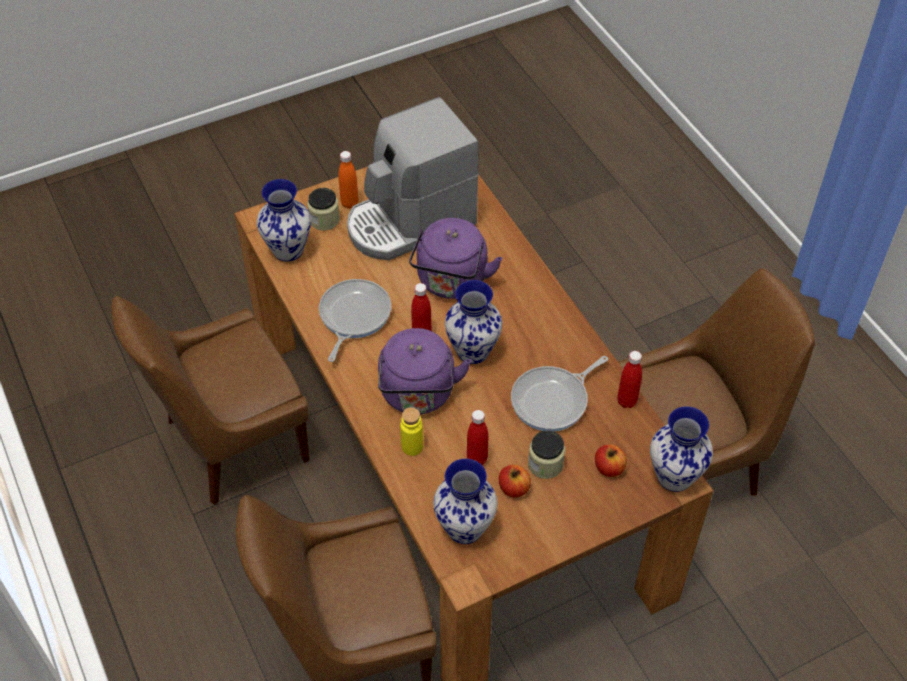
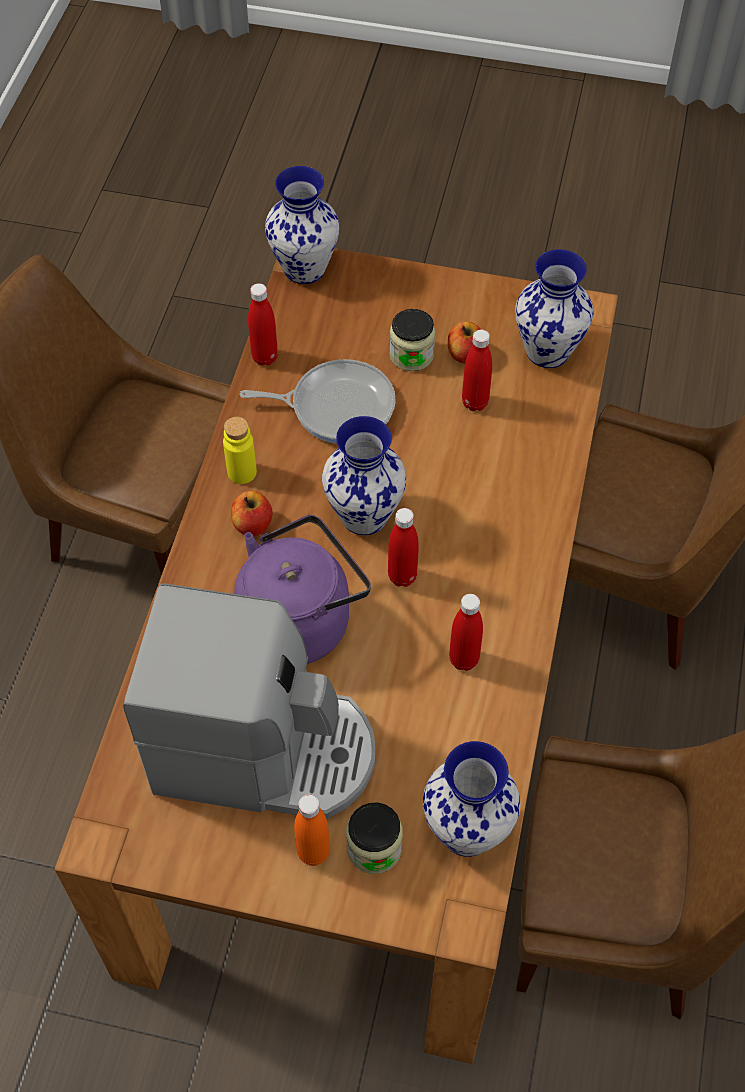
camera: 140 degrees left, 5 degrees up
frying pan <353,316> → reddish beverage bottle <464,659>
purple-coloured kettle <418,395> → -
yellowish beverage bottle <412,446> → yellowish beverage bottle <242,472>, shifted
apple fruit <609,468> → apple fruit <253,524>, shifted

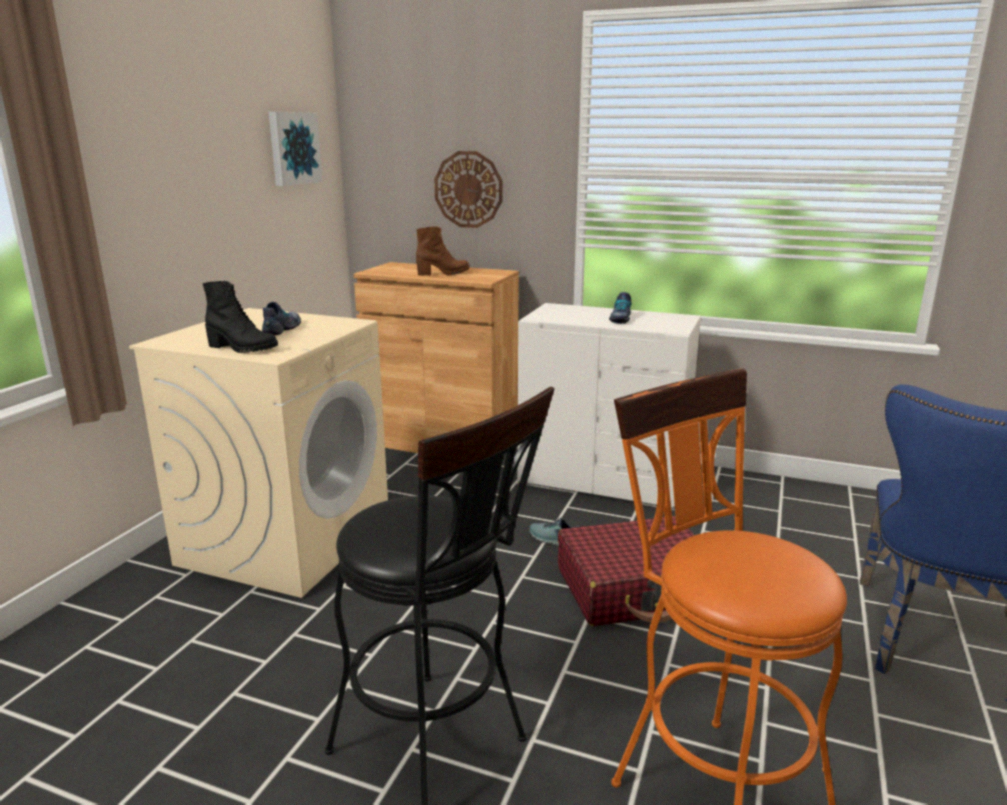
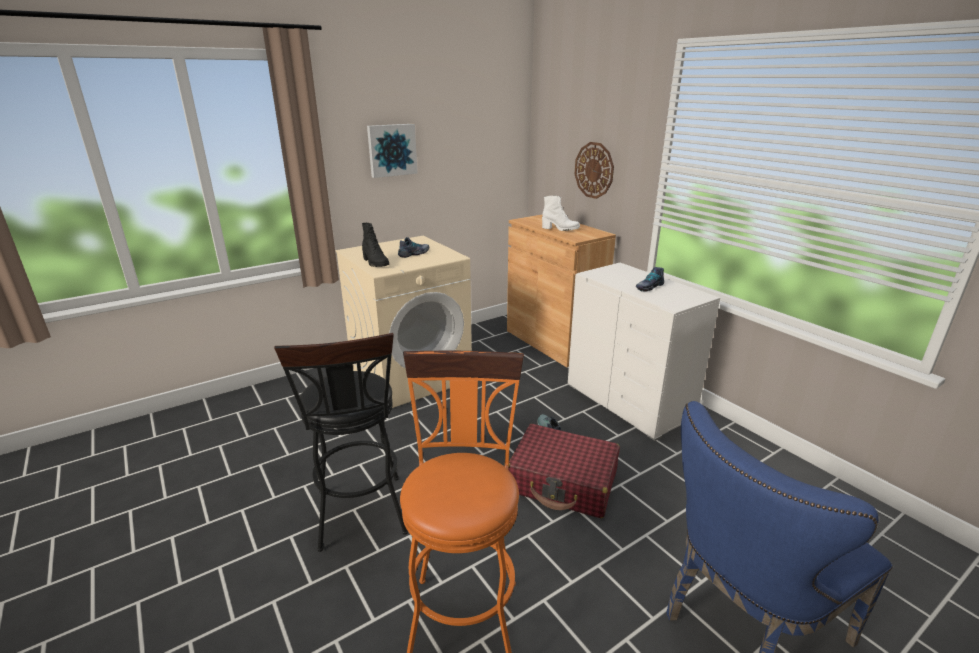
camera: 35 degrees right, 5 degrees up
wall picture <293,148> → wall picture <391,150>, shifted
brown-coloured boot <443,274> → white-coloured boot <560,229>

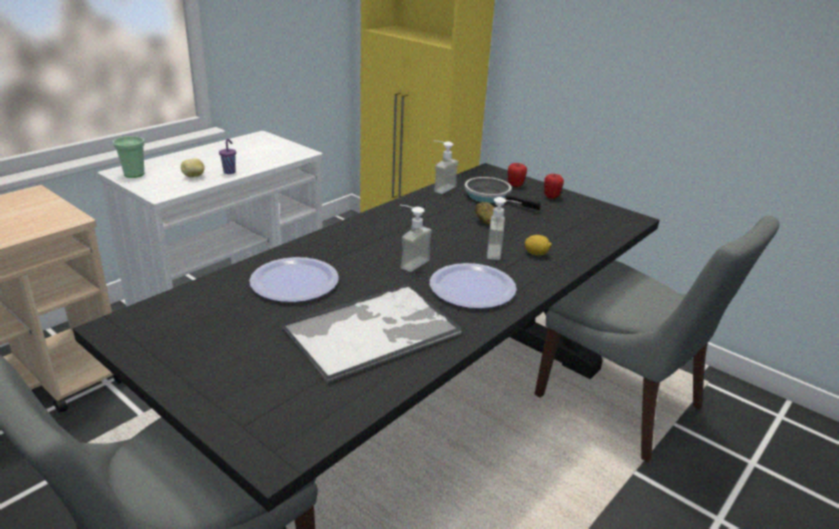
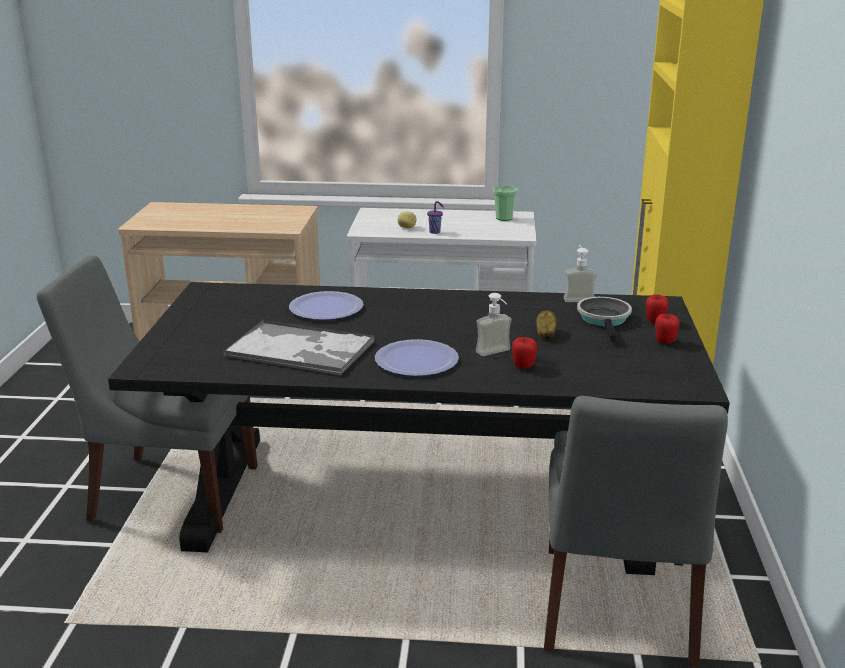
camera: 55 degrees right, 5 degrees down
drinking cup <134,174> → drinking cup <504,218>, shifted
soap bottle <409,262> → -
citrus fruit <536,254> → apple fruit <523,366>

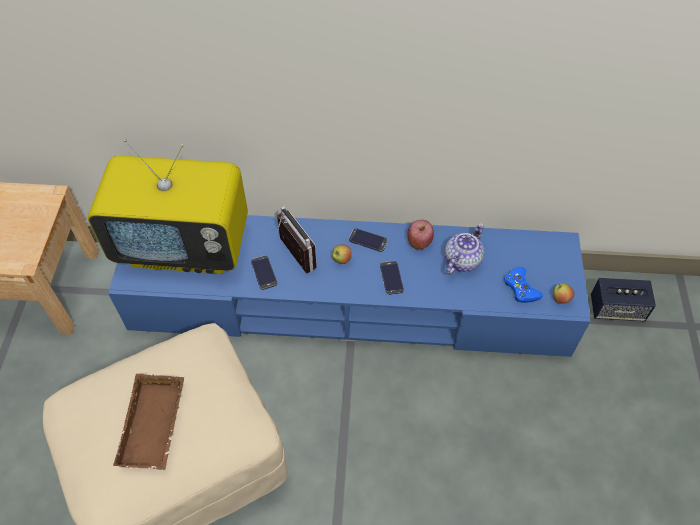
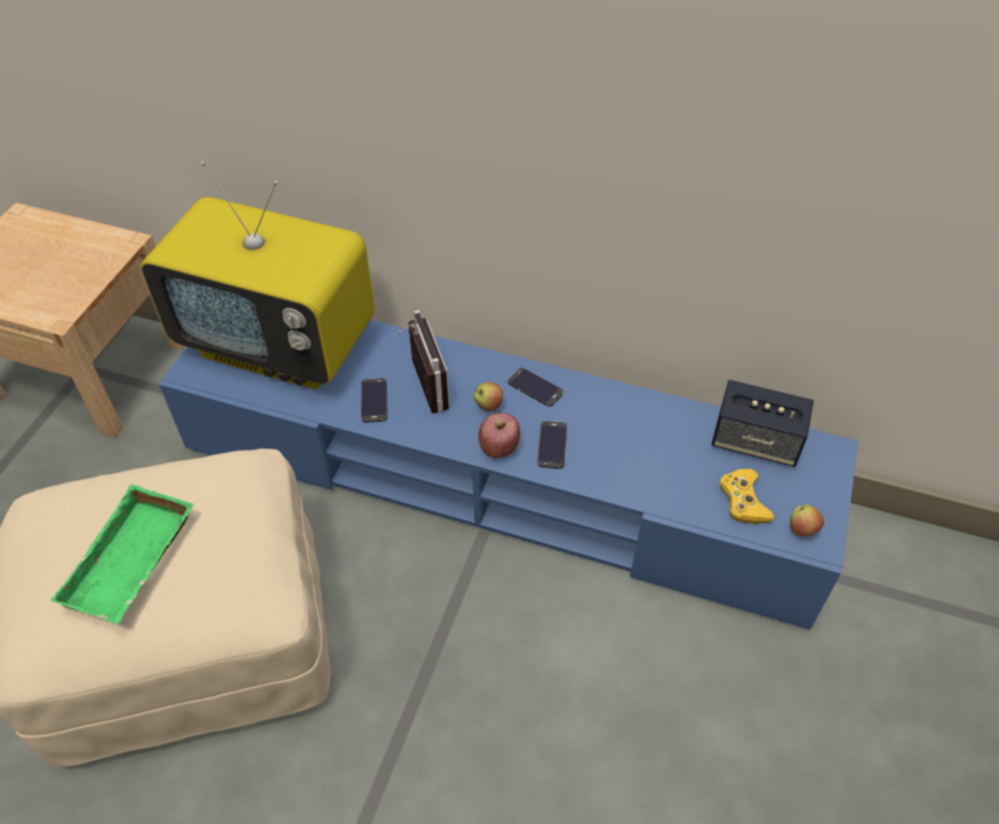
camera: 15 degrees right, 5 degrees down
brown-coloured tray <155,426> → green-coloured tray <133,563>
apple fruit <419,242> → apple fruit <499,448>, shifted
teapot <462,260> → -
bluish game controller <521,288> → yellowish game controller <743,500>
audio speaker <616,309> → audio speaker <755,441>, shifted

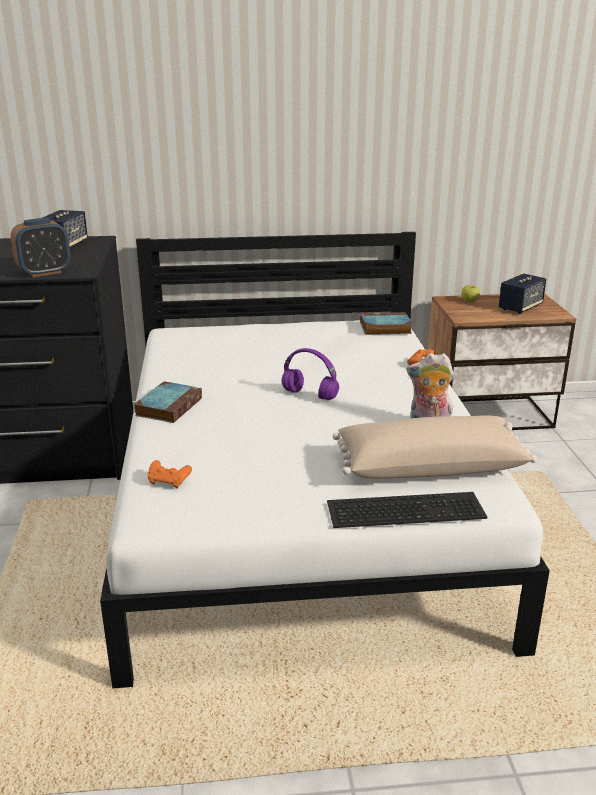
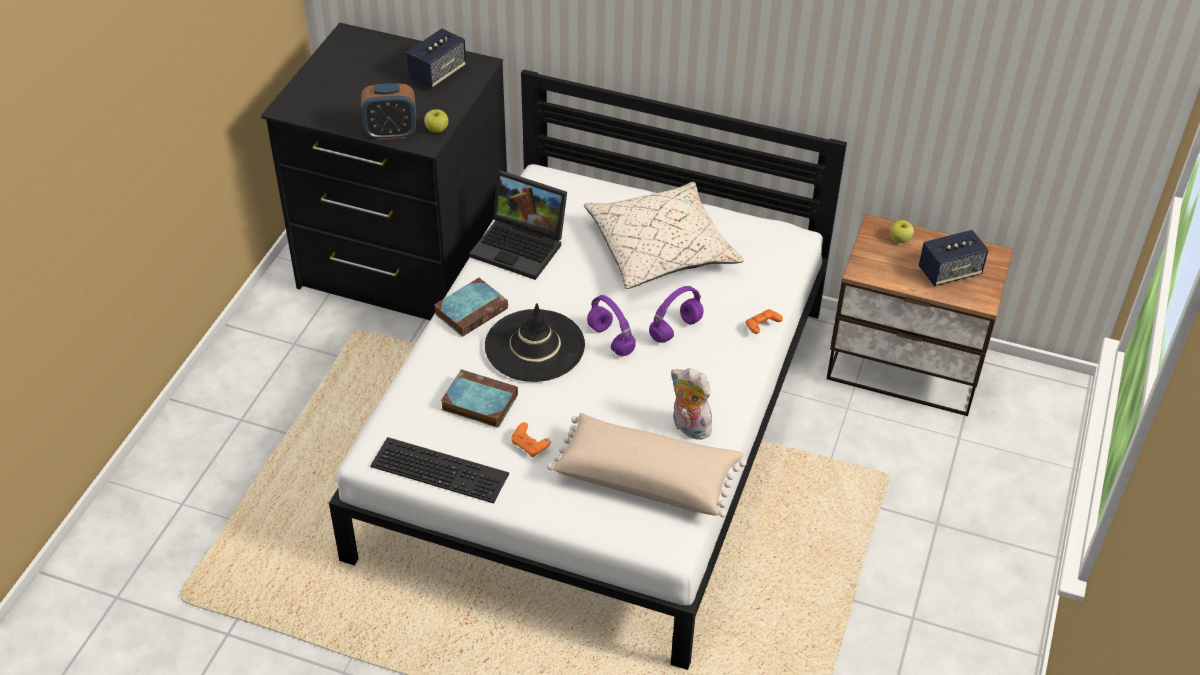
camera: 25 degrees right, 20 degrees up
orange-coloured game controller <169,482> → orange-coloured game controller <530,446>, shifted
computer keyboard <406,508> → computer keyboard <442,468>, shifted
bound book <384,328> → bound book <478,402>, shifted
- → apple fruit <437,129>
- → laptop <521,246>
- → black-coloured hat <534,346>
- → beige-coloured pillow <661,249>
- → purple-coloured pair of headphones <675,330>

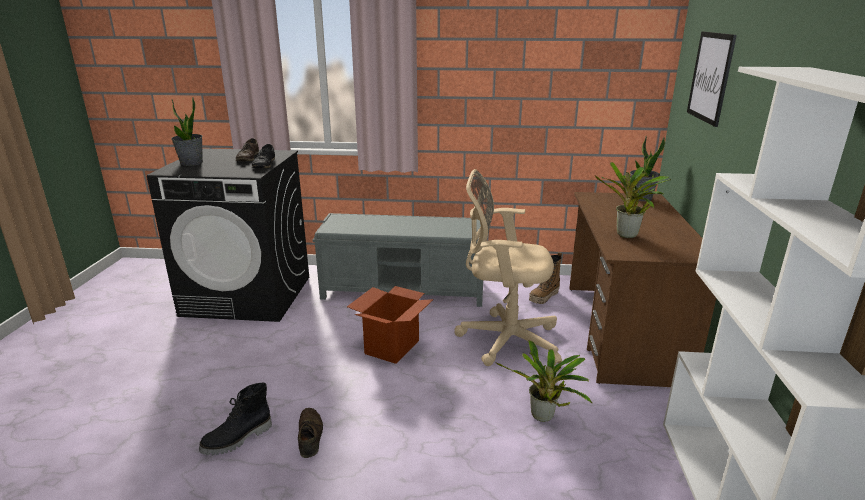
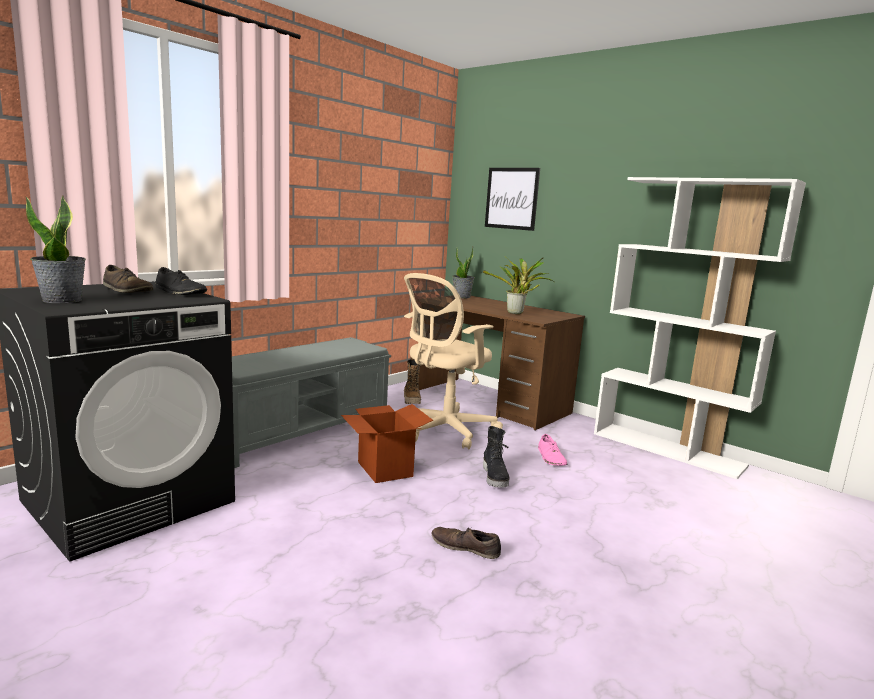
camera: 55 degrees left, 10 degrees down
black-coloured boot <238,439> → black-coloured boot <495,477>, shifted
potted plant <543,418> → pink item of footwear <551,458>

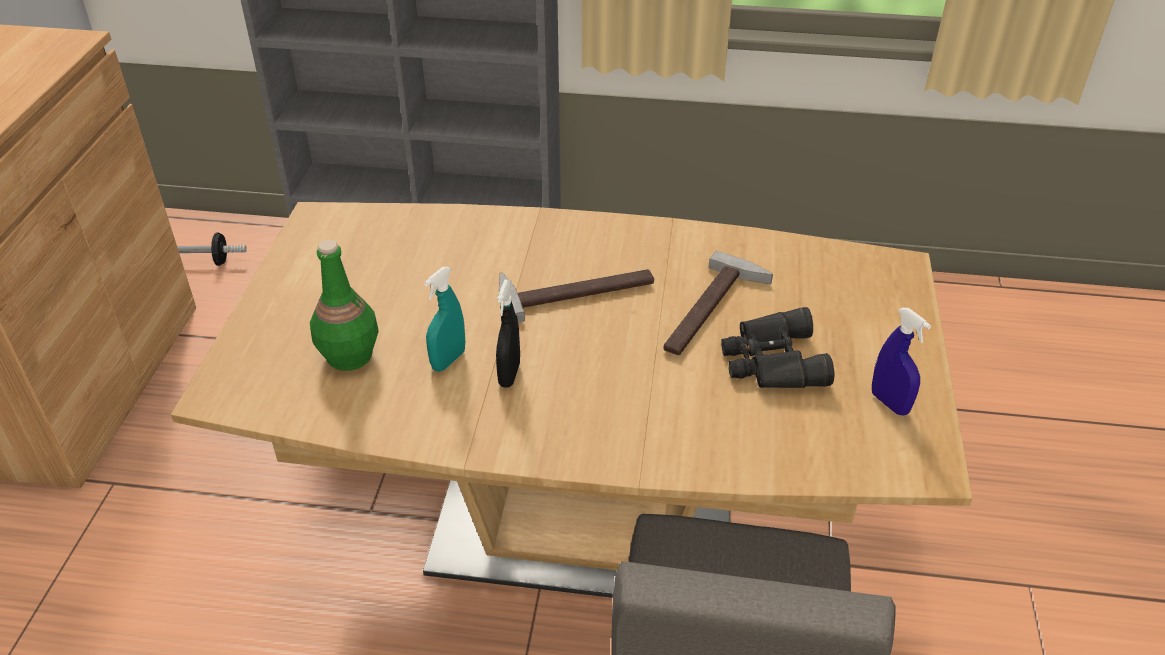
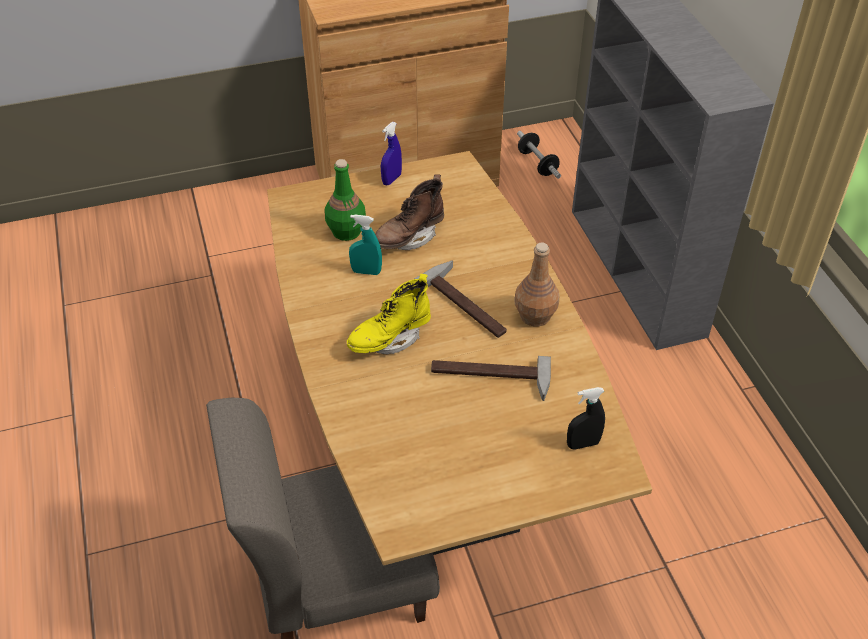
camera: 65 degrees right, 5 degrees up
black-coloured sprayer <509,374> → black-coloured sprayer <583,444>, shifted
black-coloured pair of binoculars <771,361> → -
bluish sprayer <889,403> → bluish sprayer <391,179>, shifted
- → yellowish boot <390,338>
- → brown-coloured boot <409,237>
- → brown-coloured beverage bottle <535,316>

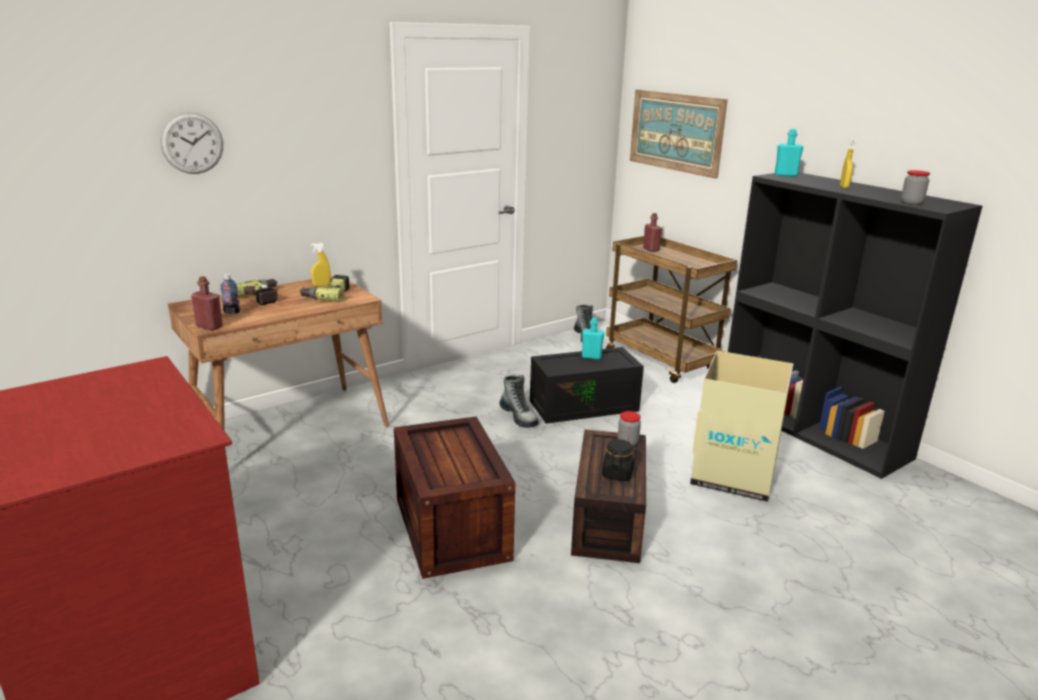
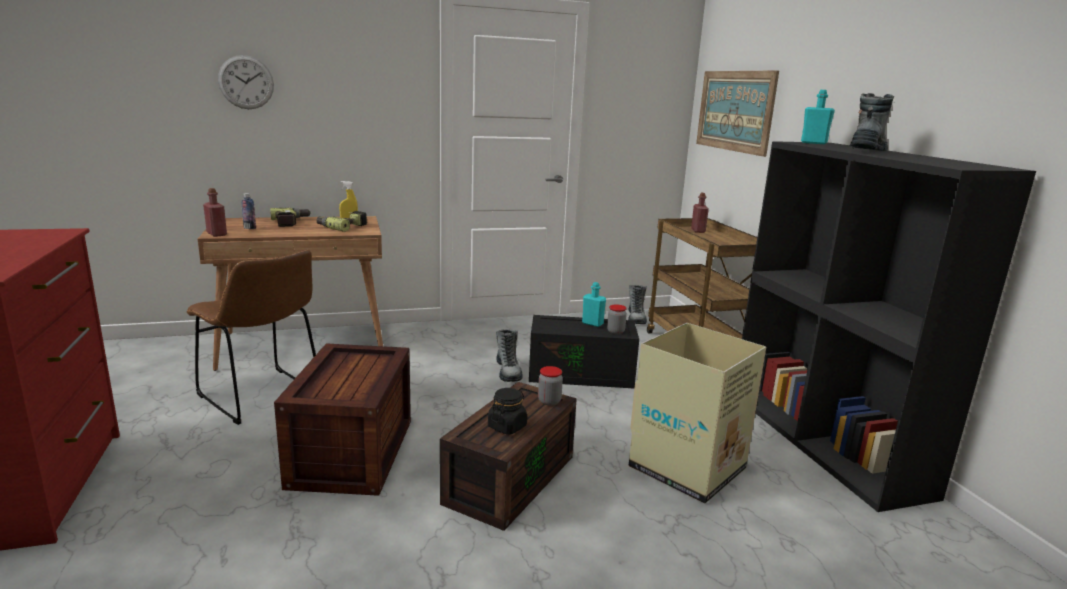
camera: 20 degrees right, 5 degrees down
yellowish sprayer <844,187> → boot <867,151>
preserve jar <911,203> → preserve jar <615,331>, shifted
- → brown-coloured upright chair <263,397>

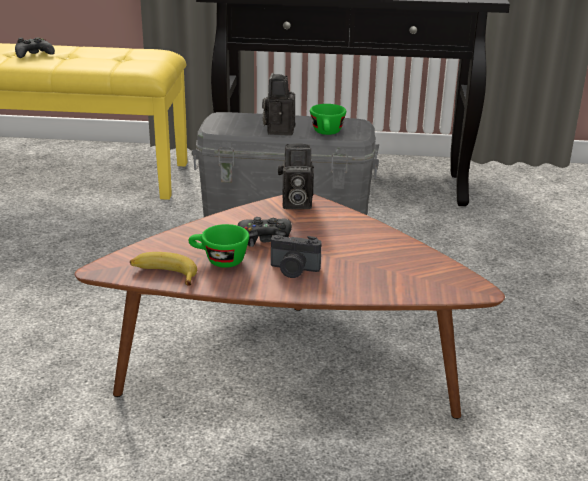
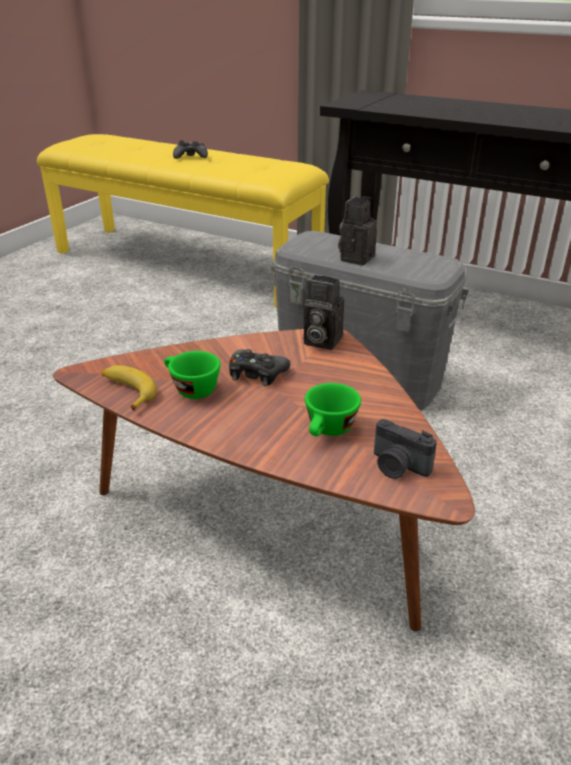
camera: 25 degrees right, 5 degrees up
still camera <294,270> → still camera <397,467>, shifted
green-coloured drinking cup <327,133> → green-coloured drinking cup <328,431>, shifted

